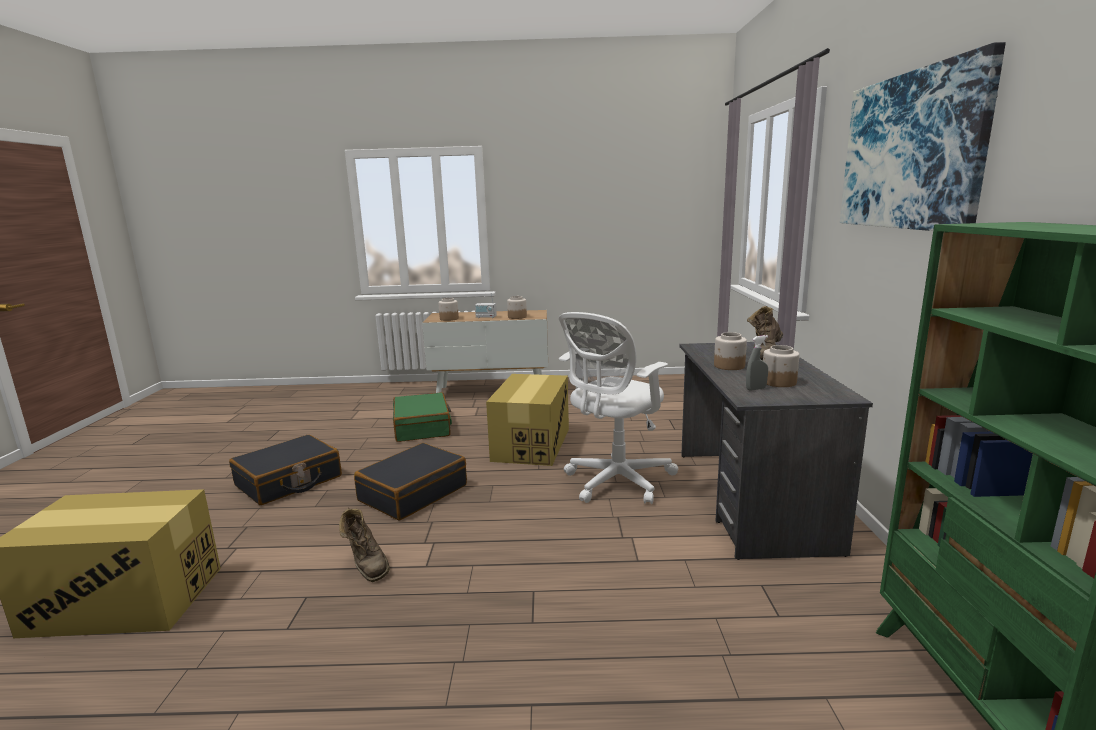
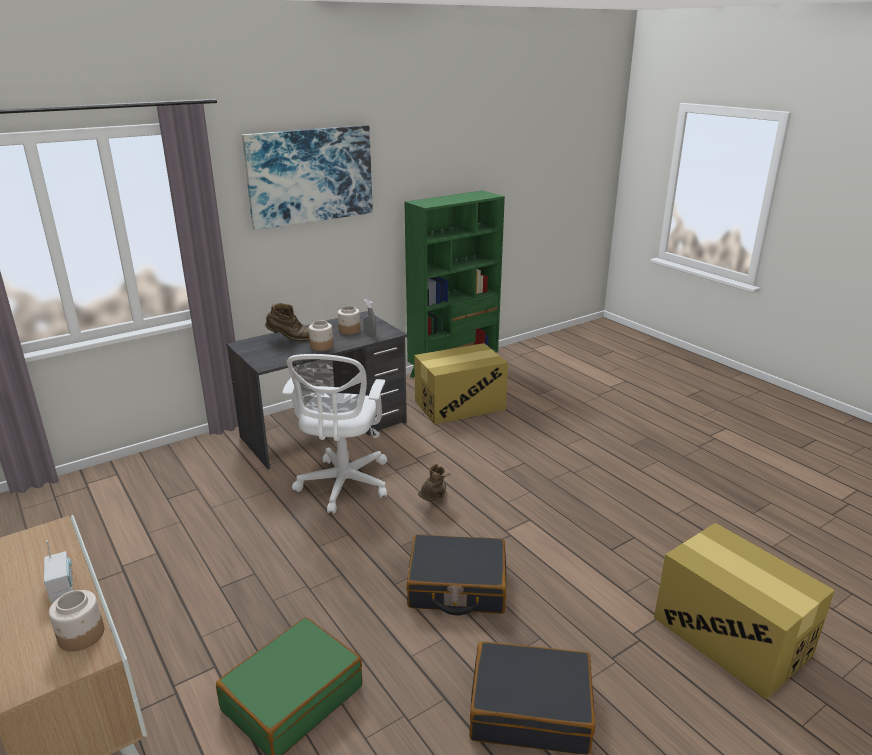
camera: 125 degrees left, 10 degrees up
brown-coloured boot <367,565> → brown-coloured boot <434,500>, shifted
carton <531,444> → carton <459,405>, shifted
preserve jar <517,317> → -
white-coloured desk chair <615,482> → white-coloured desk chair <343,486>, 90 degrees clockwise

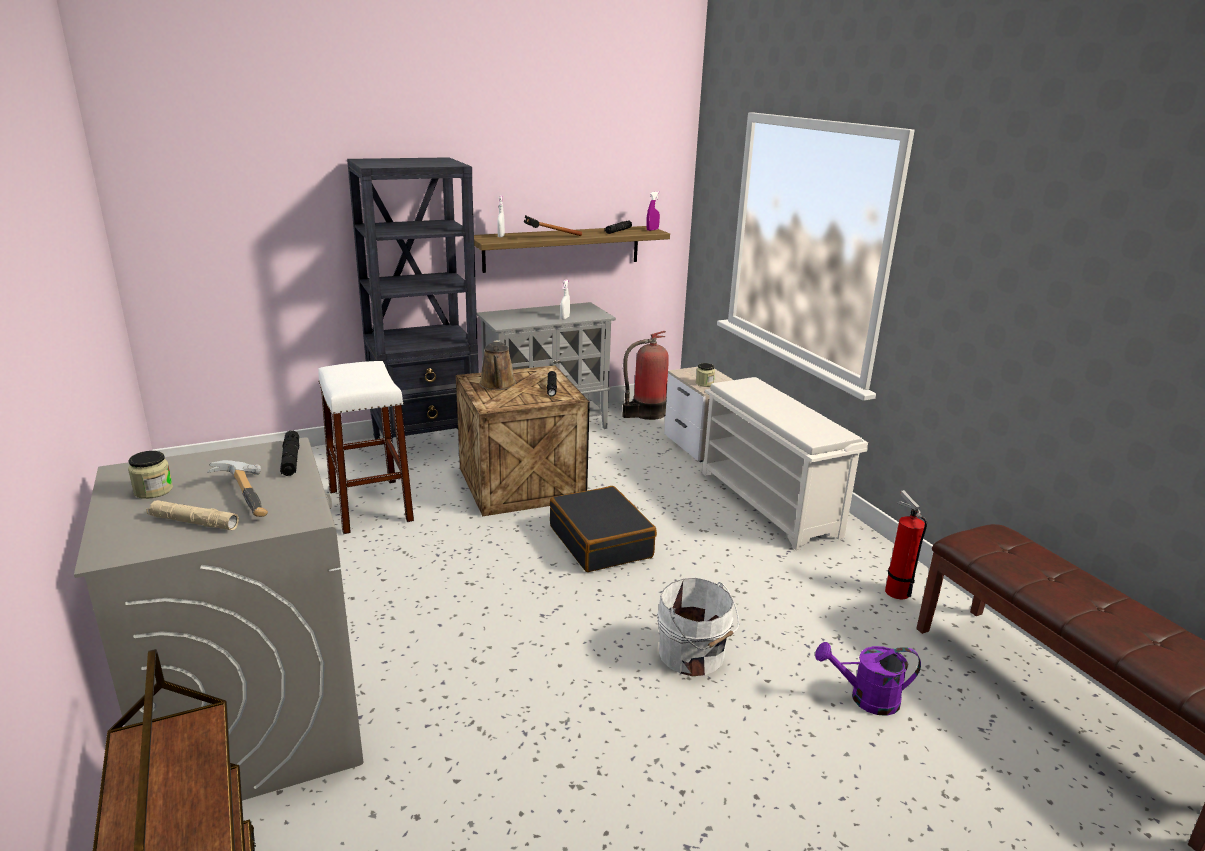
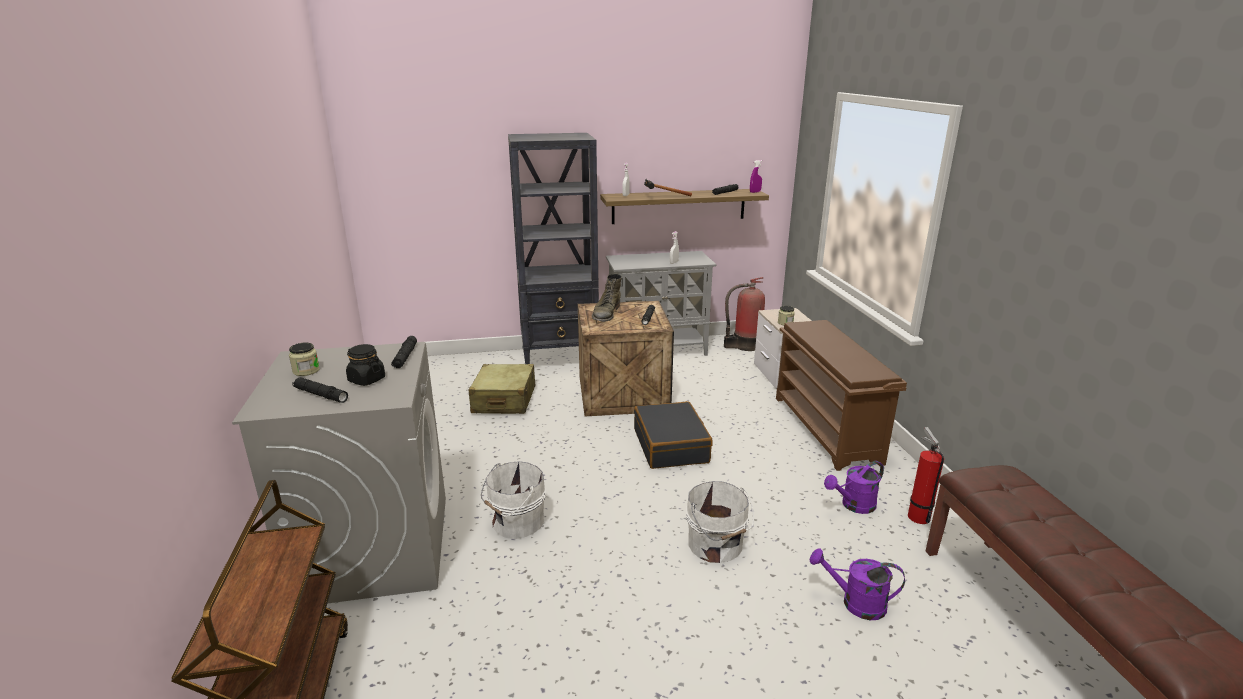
camera: 15 degrees right, 0 degrees up
beige-coloured torch <194,522> → black-coloured torch <321,395>
hammer <251,495> → black-coloured preserve jar <366,380>
white-coloured sitting stool <370,506> → beige-coloured suitcase <504,400>
brown-coloured watering pot <497,385> → green-coloured boot <606,313>
white-coloured shoe stand <770,504> → brown-coloured shoe stand <827,429>
- → white-coloured bucket <515,523>
- → purple-coloured watering pot <853,506>

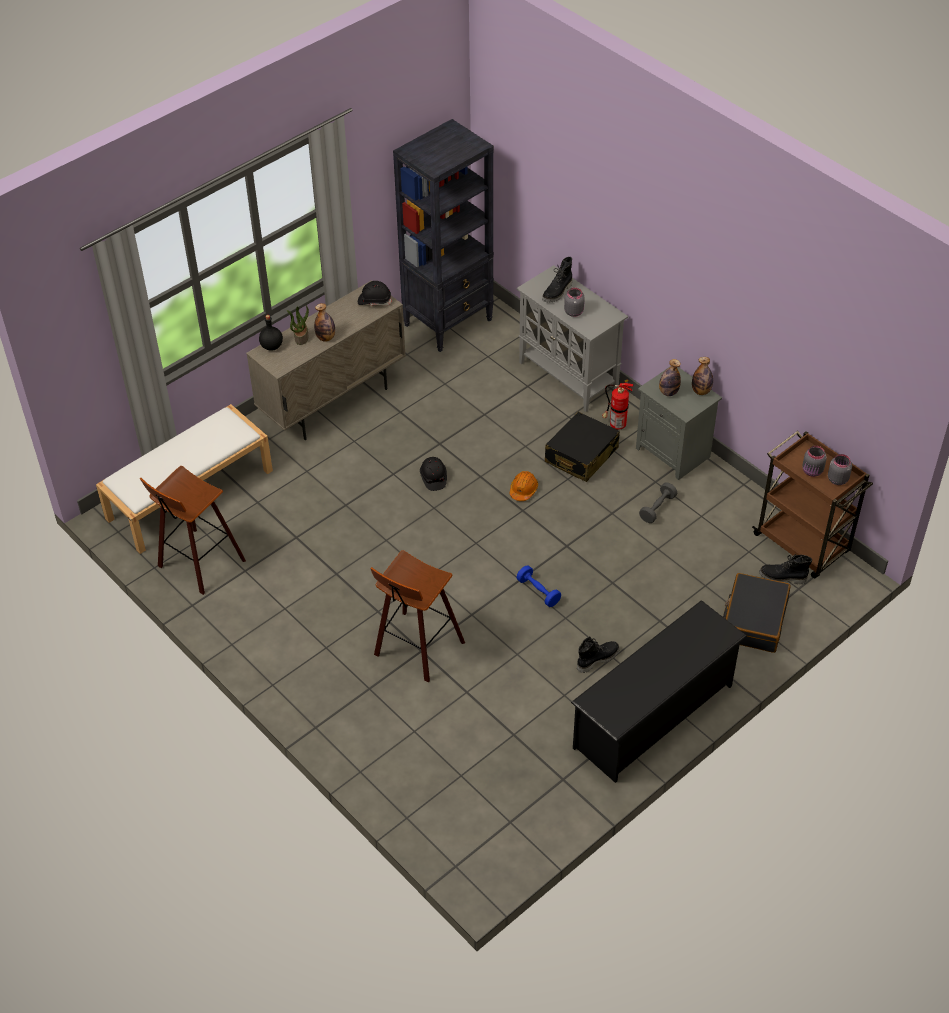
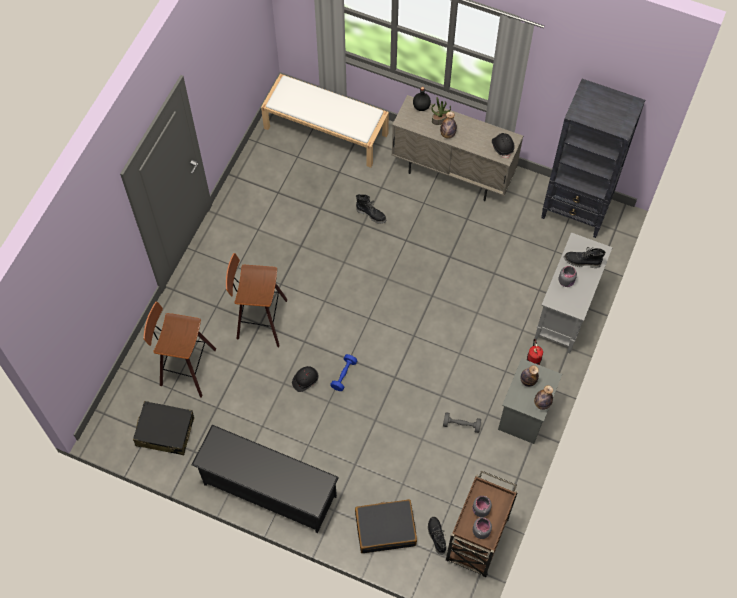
camera: 65 degrees right, 15 degrees up
sitting stool <198,564> → sitting stool <185,368>, shifted
black-coloured hard hat <433,478> → black-coloured hard hat <305,380>, shifted
orange-coloured hard hat <523,490> → -
black-coloured suitcase <581,455> → black-coloured suitcase <165,431>, shifted
black-coloured boot <597,659> → black-coloured boot <371,214>, shifted

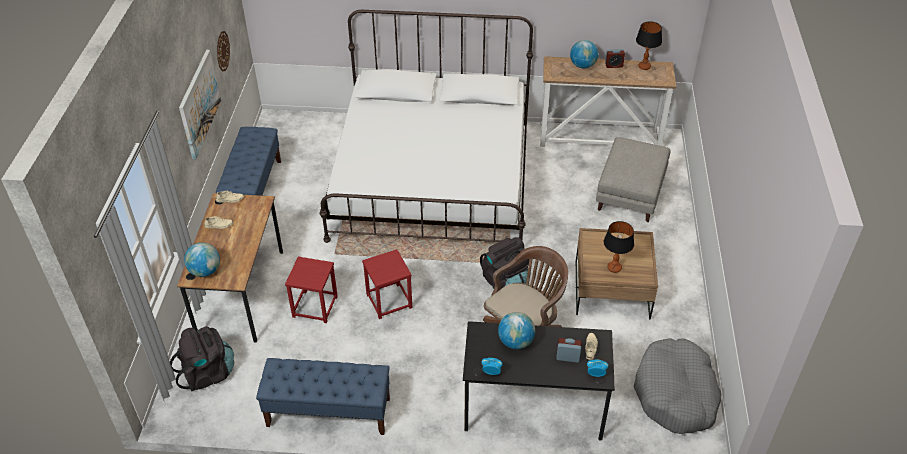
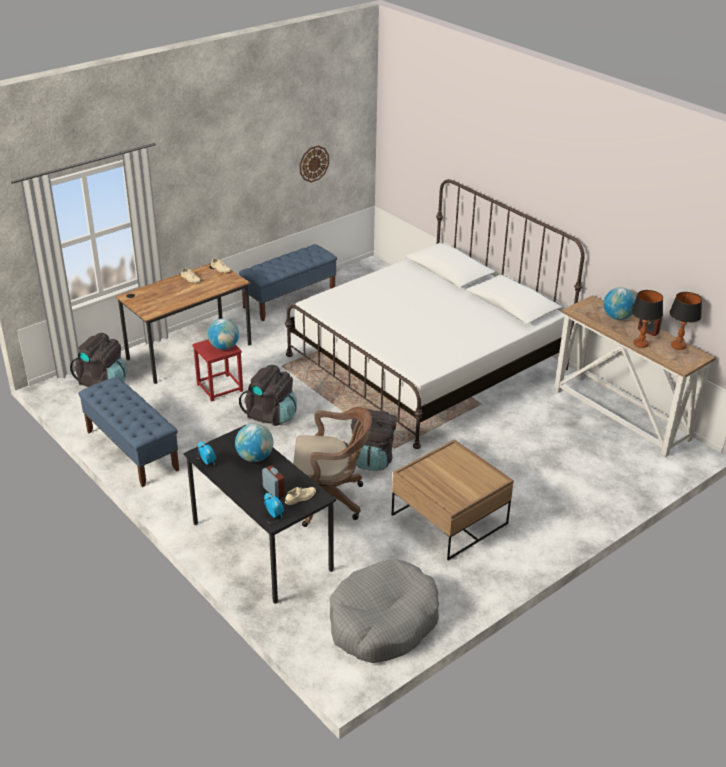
camera: 45 degrees right, 10 degrees down
wall picture <199,103> → -
desk globe <205,271> → desk globe <224,347>, shifted
reddish sitting stool <388,301> → black-coloured knapsack <271,415>
grey footrest <630,194> → -
lamp for a table <614,268> → lamp for a table <641,344>, shifted

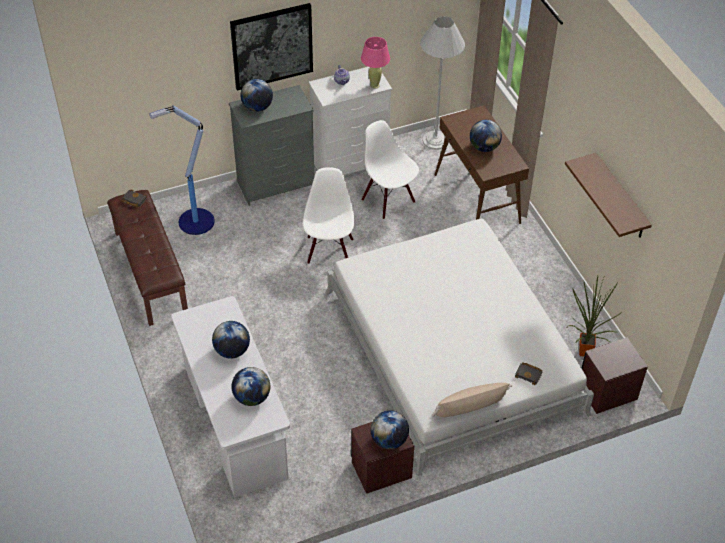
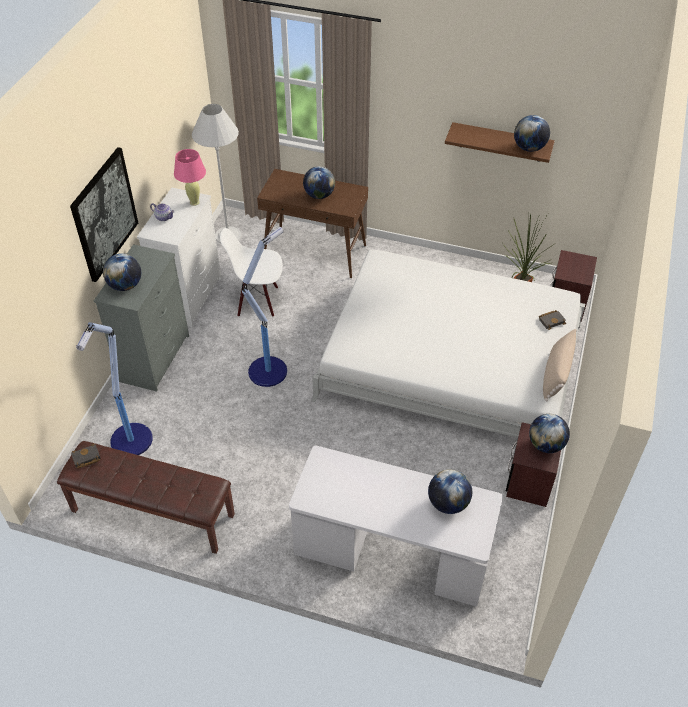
camera: 50 degrees left, 0 degrees up
desk globe <232,351> → desk globe <529,148>, shifted
white-coloured upright chair <329,250> → standing lamp <269,370>

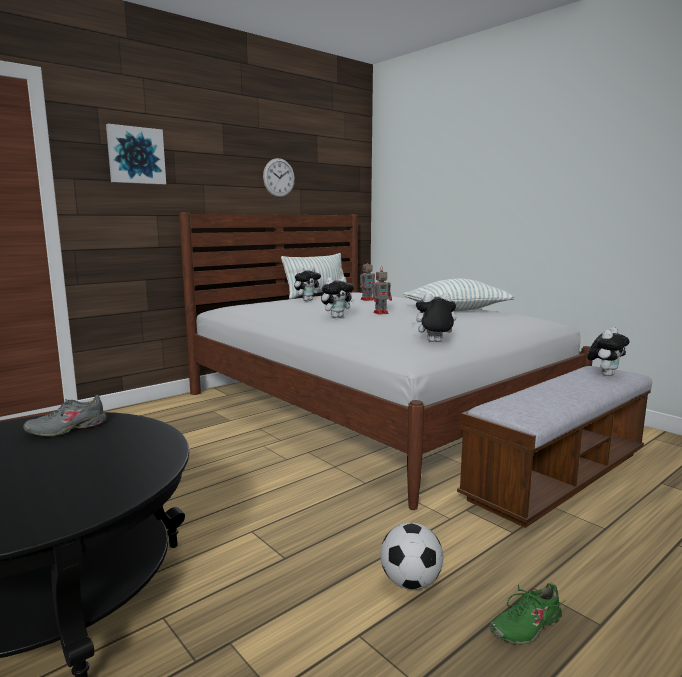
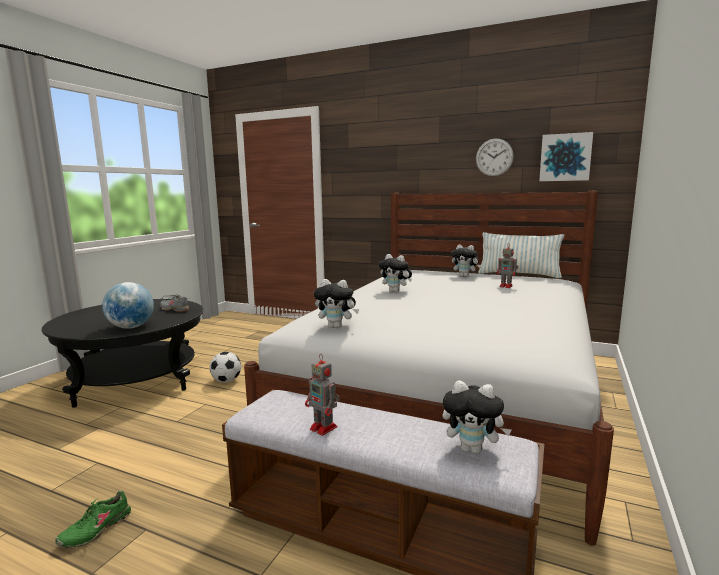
camera: 65 degrees right, 0 degrees up
wall picture <136,155> → wall picture <565,157>, shifted
robot figure <381,313> → robot figure <324,428>, shifted
football <410,582> → football <226,381>, shifted
pillow <457,310> → -
soft toy <434,342> → soft toy <337,327>, 135 degrees clockwise
green-coloured item of footwear <525,626> → green-coloured item of footwear <96,529>, 90 degrees counterclockwise
- → desk globe <131,327>

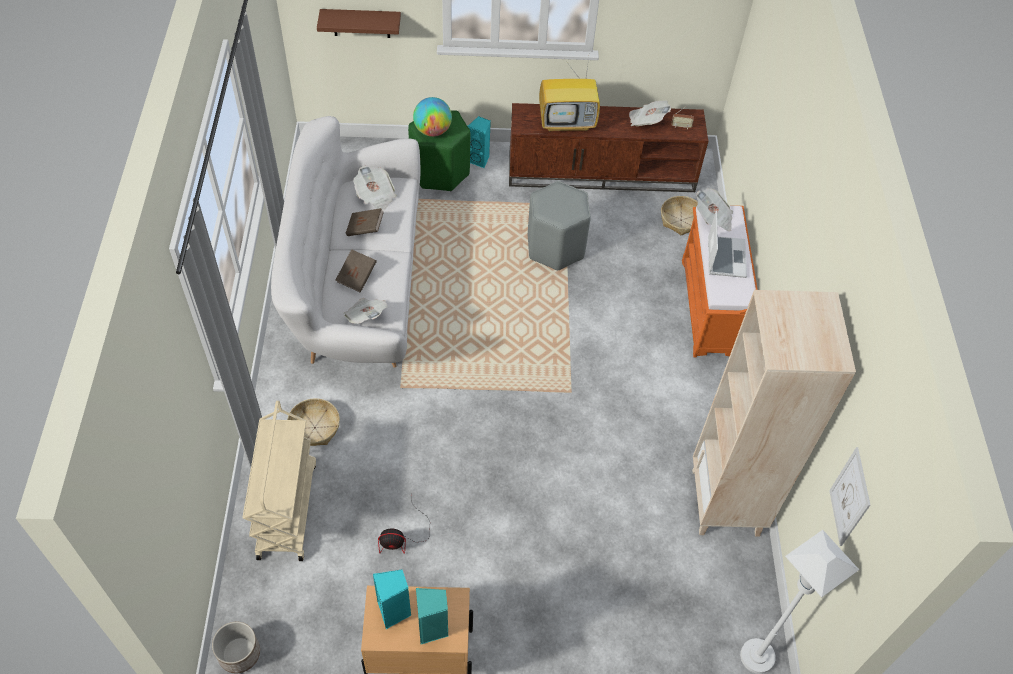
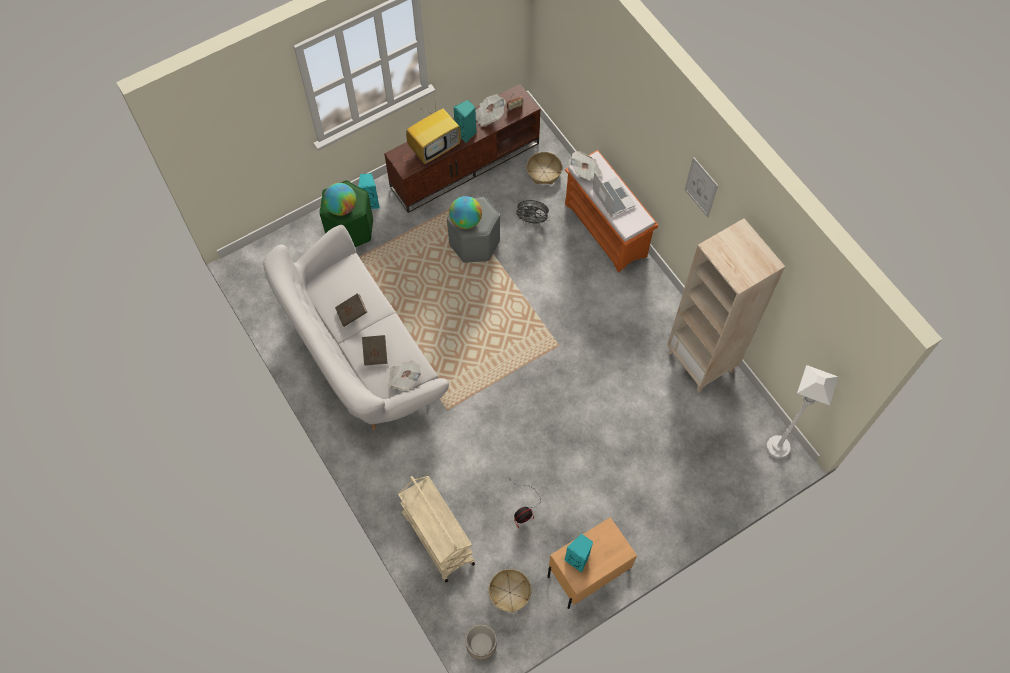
camera: 30 degrees left, 10 degrees up
household basket <314,427> → household basket <509,592>, shifted
brown-coloured wall shelf <361,23> → -
daily paper <375,196> → -
turquoise-coloured audio speaker <433,628> → turquoise-coloured audio speaker <466,133>, shifted
wall picture <849,497> → wall picture <701,187>, shifted
- → desk globe <466,221>
- → grey cooling fan <532,221>

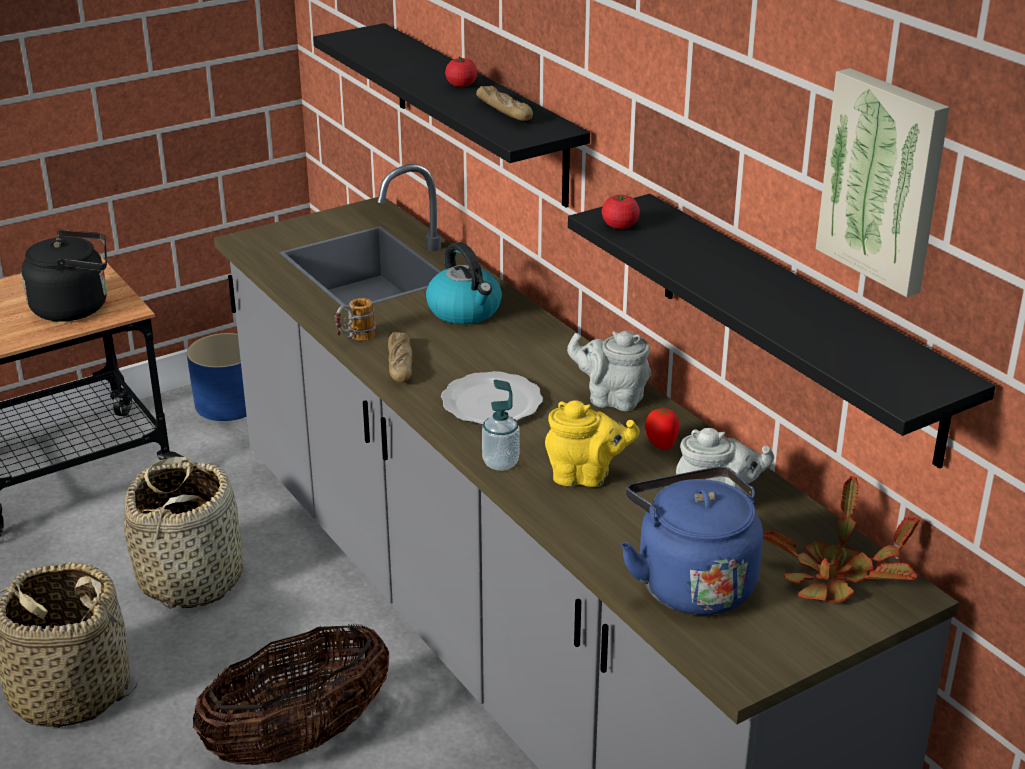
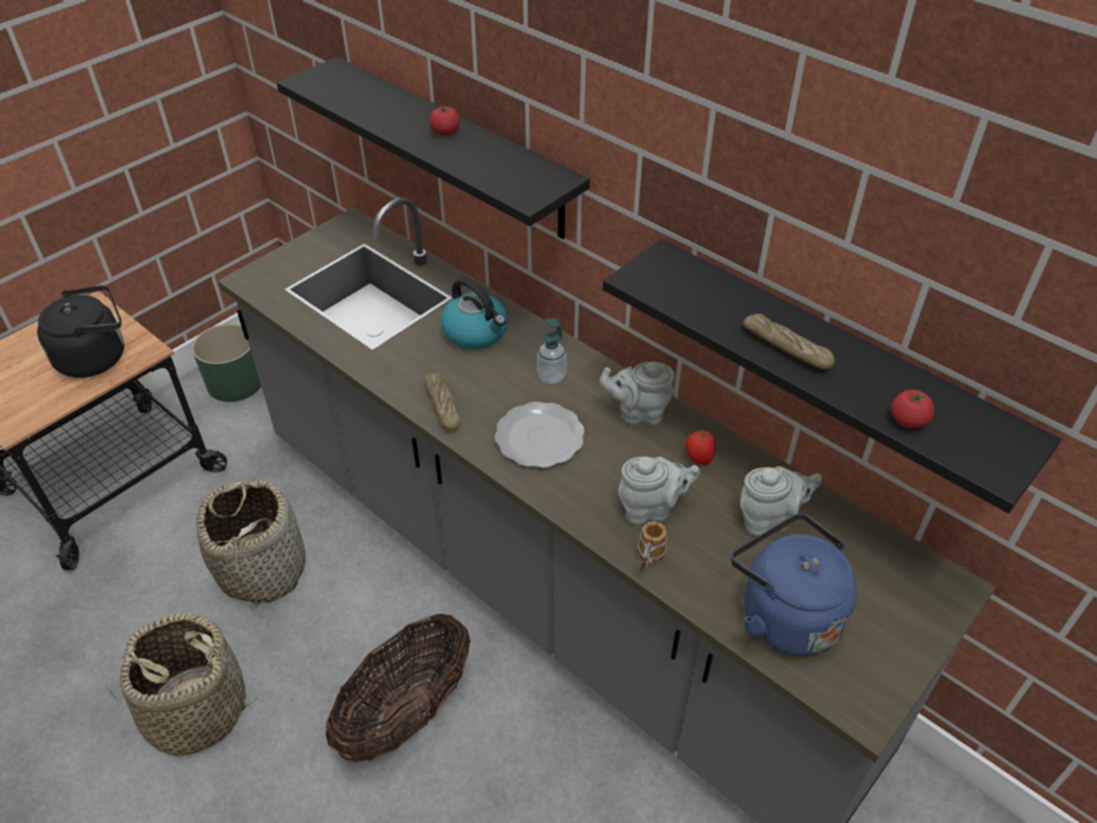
camera: 15 degrees left, 15 degrees up
bluish planter <227,404> → green-coloured planter <235,382>
tea mug <354,339> → tea mug <648,564>, shifted
baked bread <504,112> → baked bread <786,348>, shifted
soap bottle <500,463> → soap bottle <551,377>, shifted
yellowish teapot <586,476> → grey teapot <651,509>
fresh tomato <620,226> → fresh tomato <908,420>, shifted
potted plant <836,576> → -
wall picture <885,180> → -

